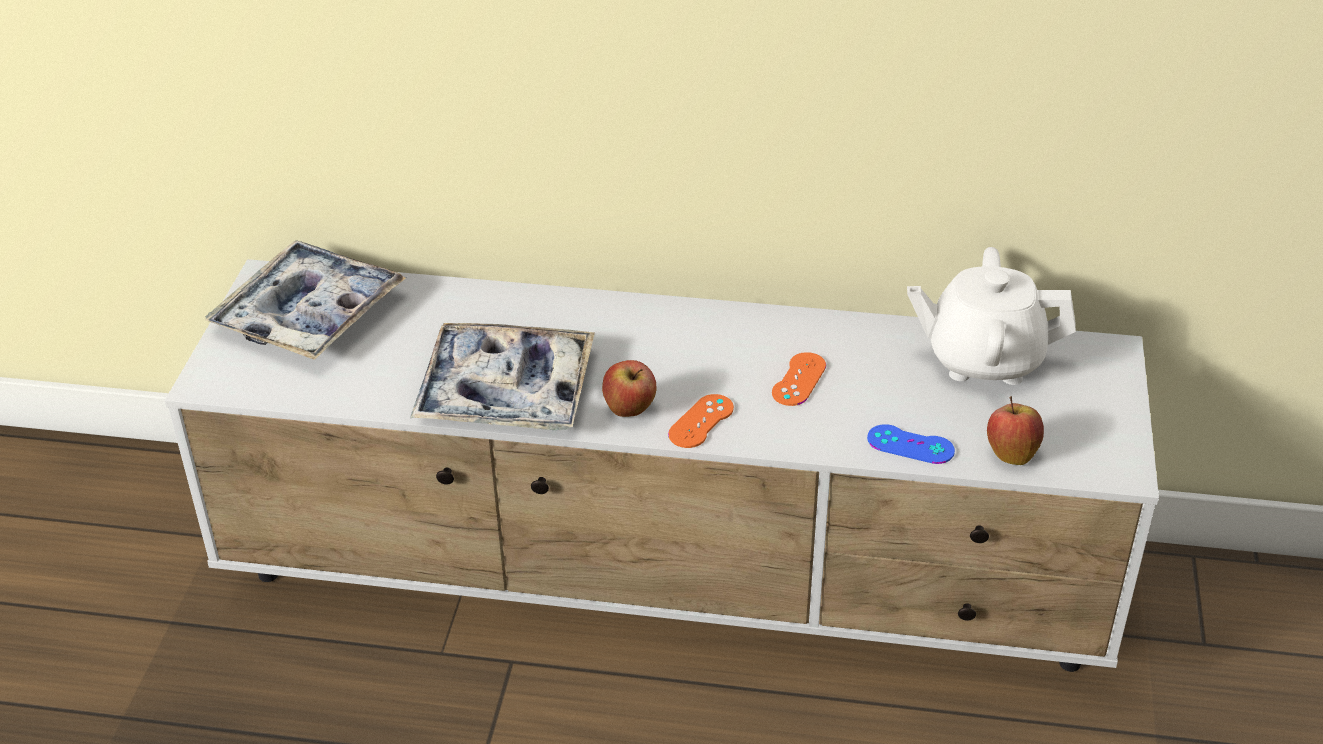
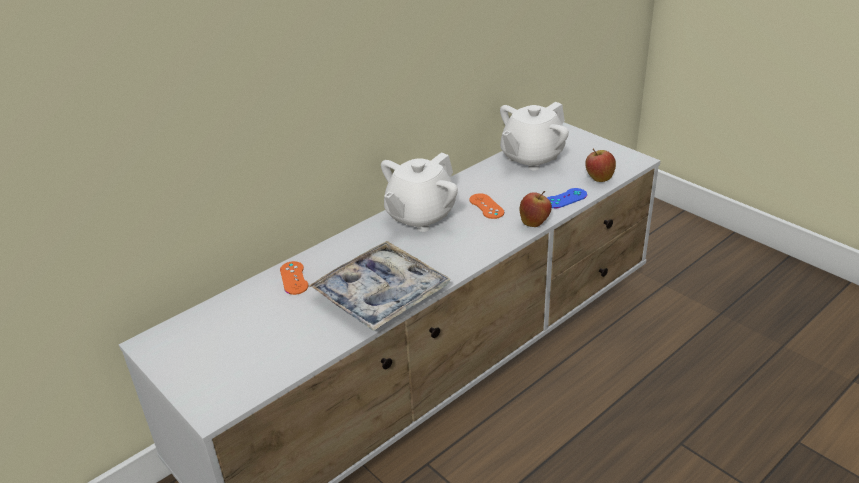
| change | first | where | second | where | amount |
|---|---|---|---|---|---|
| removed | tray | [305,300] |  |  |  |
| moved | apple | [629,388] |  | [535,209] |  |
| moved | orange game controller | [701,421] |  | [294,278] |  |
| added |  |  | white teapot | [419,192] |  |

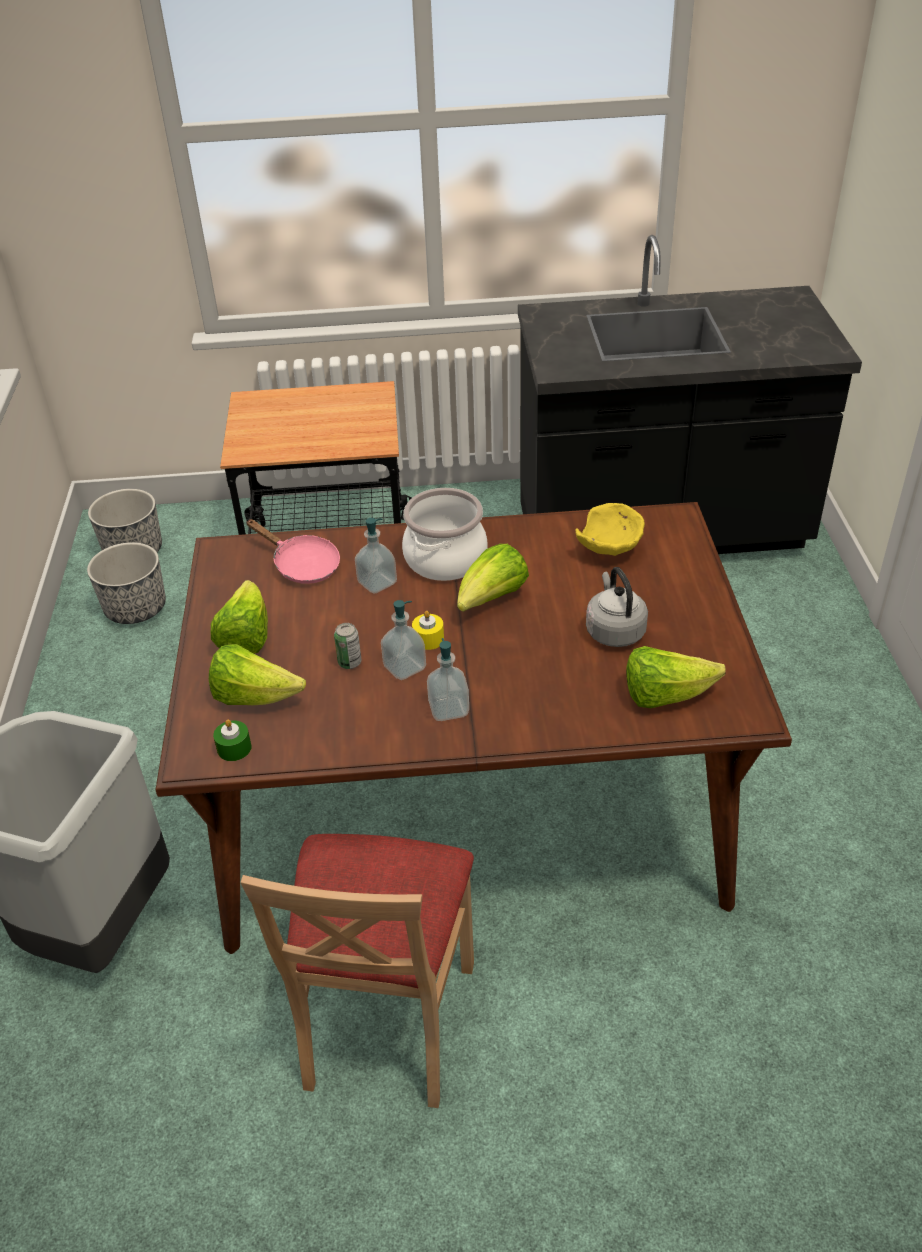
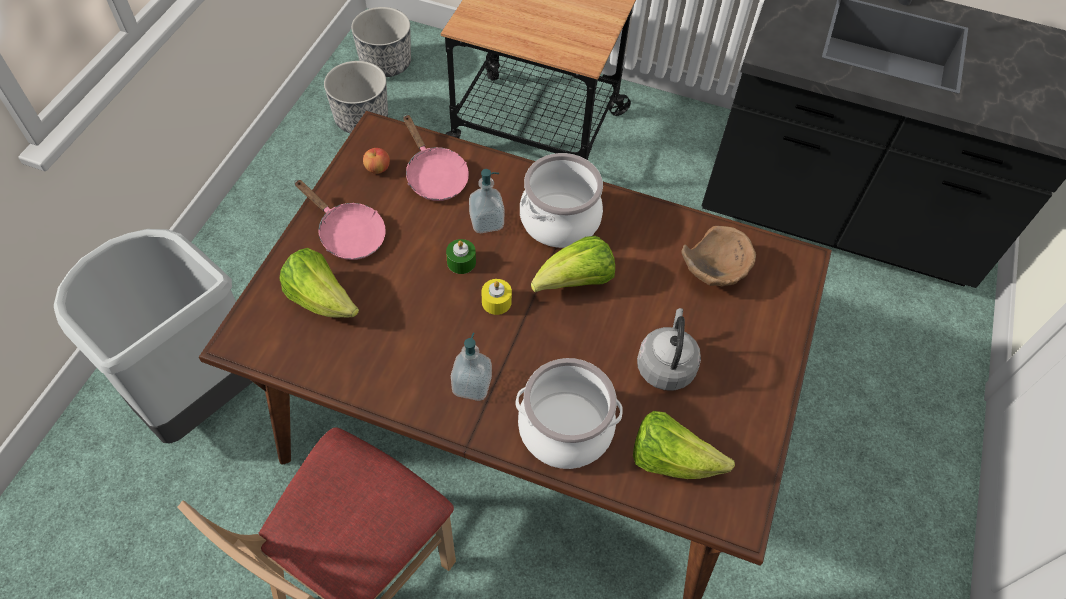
| change | first | where | second | where | amount |
|---|---|---|---|---|---|
| recoloured | yellow bowl | [610,529] | brown bowl | [718,256] |  |
| replaced | lettuce | [239,617] | pink frying pan | [340,220] |  |
| removed | soap dispenser | [403,640] |  |  |  |
| removed | can | [347,646] |  |  |  |
| moved | green candle | [232,740] |  | [461,256] |  |
| added |  |  | apple | [376,161] |  |
| added |  |  | cooking pot | [569,413] |  |

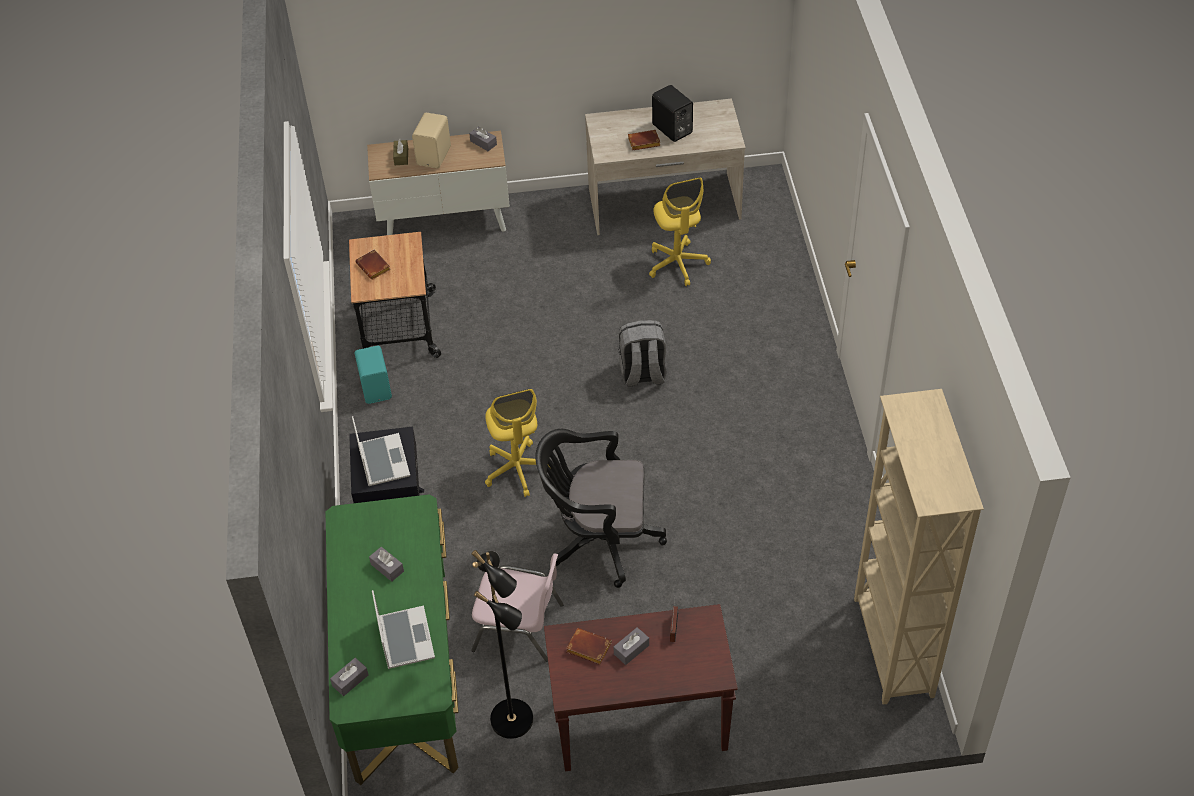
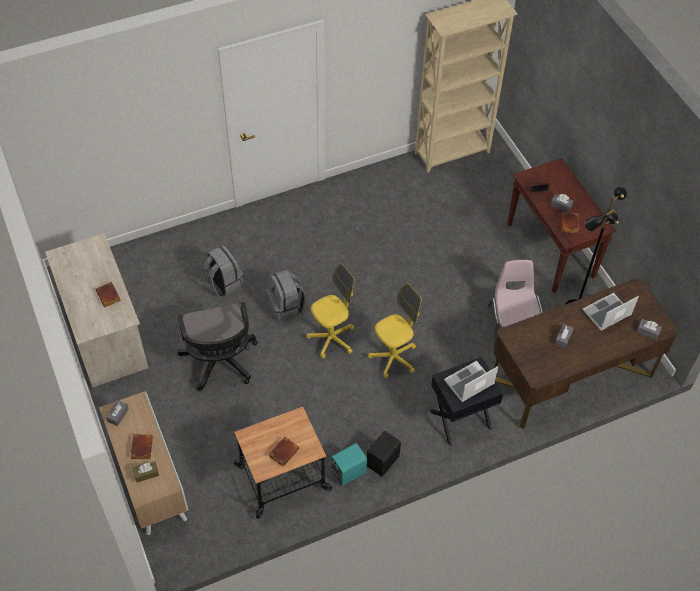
| change | first | where | second | where | amount |
|---|---|---|---|---|---|
| moved | black speaker | [672,113] |  | [384,453] |  |
| replaced | beige speaker | [431,140] | brown book | [141,446] |  |
| moved | yellow office chair | [680,231] |  | [330,311] |  |
| moved | black office chair | [601,508] |  | [218,346] |  |
| recoloured | green desk | [392,639] | brown desk | [586,353] |  |
| added |  |  | grey backpack | [223,270] |  |

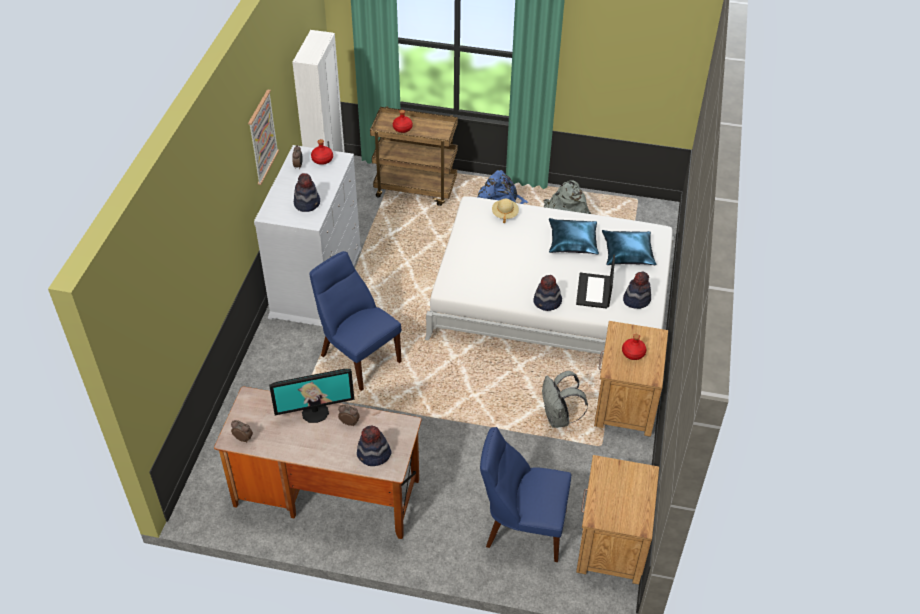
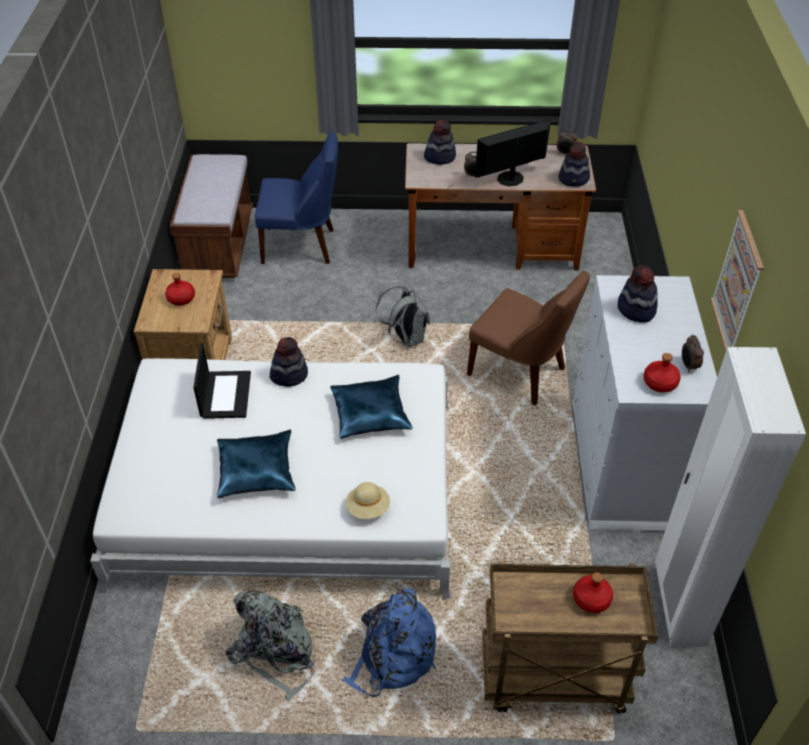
| change | first | where | second | where | amount |
|---|---|---|---|---|---|
| moved | blue pillow | [629,247] |  | [371,407] |  |
| recoloured | blue chair | [356,321] | brown chair | [528,338] |  |
| moved | hat | [637,290] |  | [574,164] |  |
| moved | grey backpack | [565,399] |  | [403,314] |  |
| replaced | brown nightstand | [617,519] | brown bench | [211,216] |  |

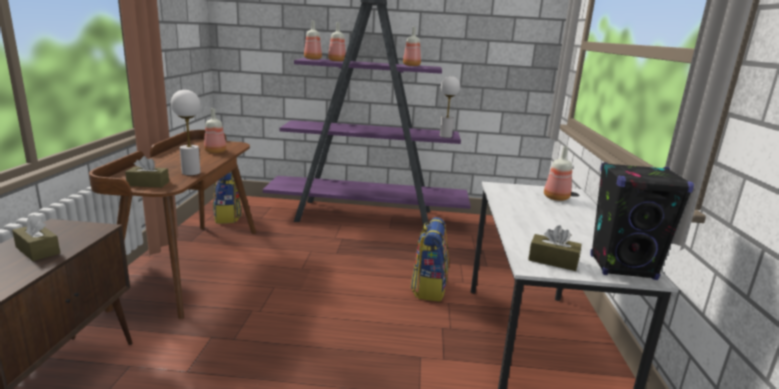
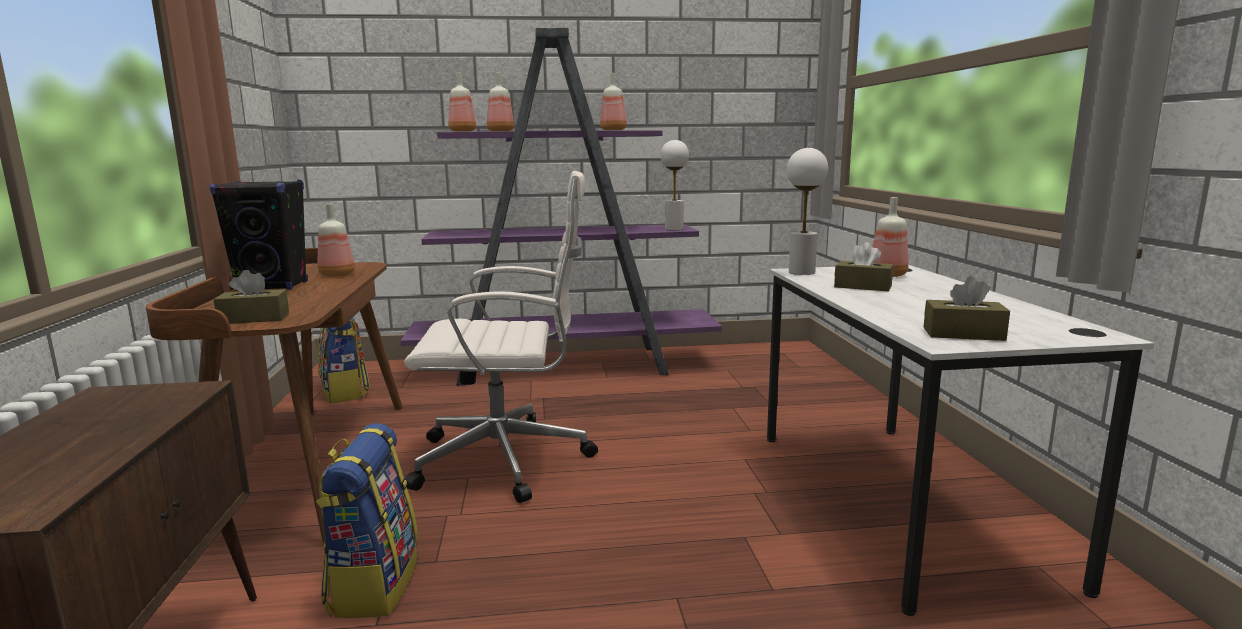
| change | first | where | second | where | amount |
|---|---|---|---|---|---|
| moved | white table lamp | [186,132] |  | [807,211] |  |
| moved | black speaker | [642,221] |  | [259,235] |  |
| moved | brown tissue box | [36,237] |  | [863,266] |  |
| moved | backpack | [429,259] |  | [367,520] |  |
| added |  |  | white office chair | [501,337] |  |

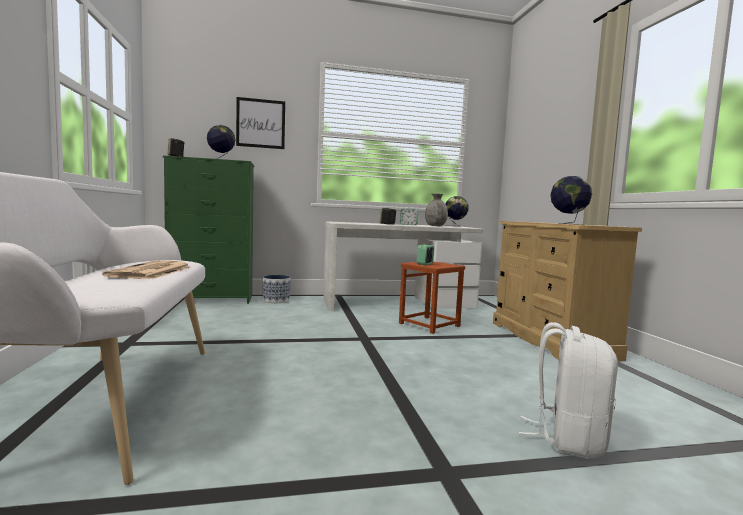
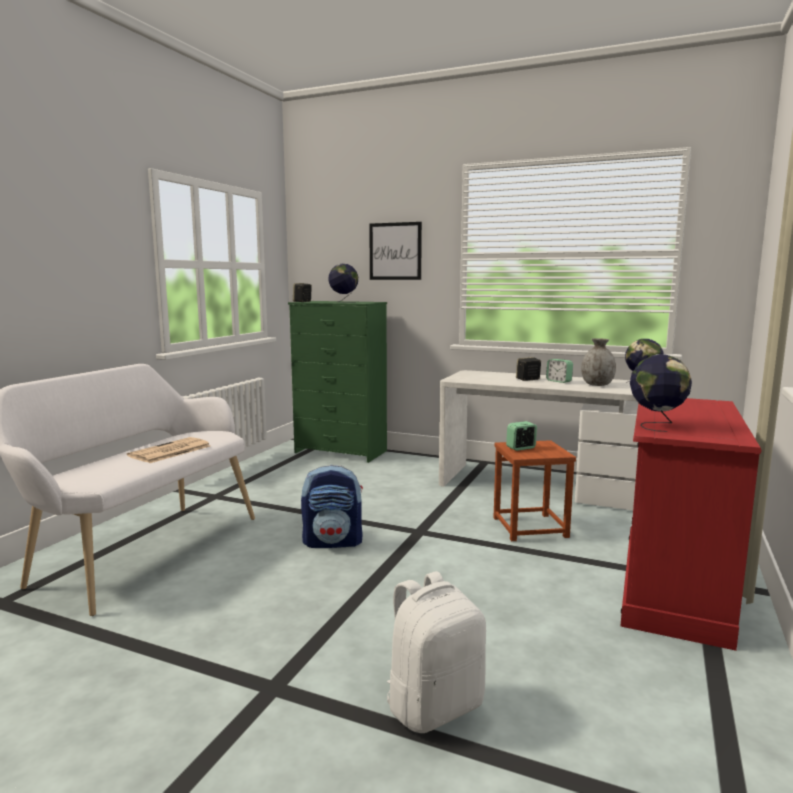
| change | first | where | second | where | amount |
|---|---|---|---|---|---|
| recoloured | beige dresser | [567,291] | red dresser | [691,524] |  |
| removed | planter | [276,289] |  |  |  |
| added |  |  | backpack | [332,506] |  |

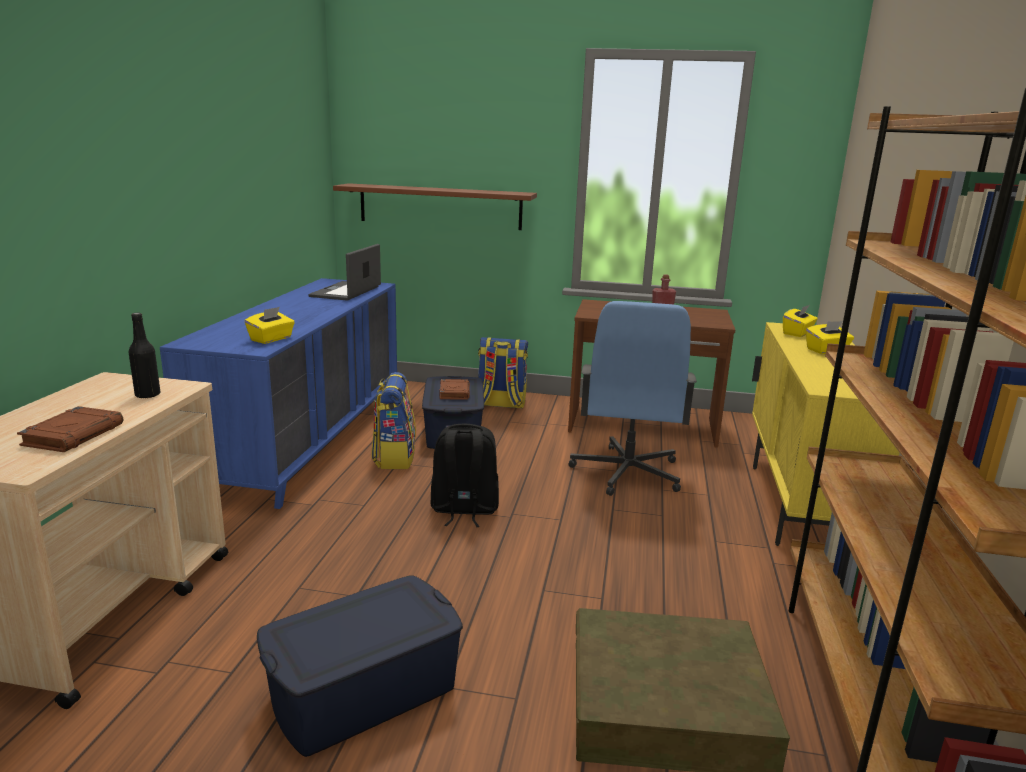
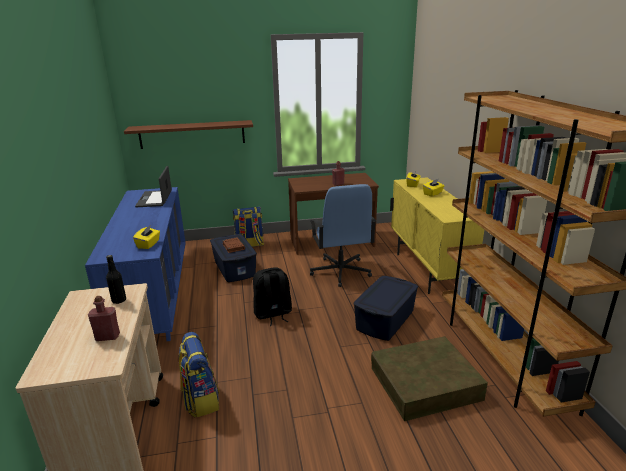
| change | first | where | second | where | amount |
|---|---|---|---|---|---|
| moved | backpack | [393,420] |  | [199,375] |  |
| replaced | brown book | [70,429] | red bottle | [104,318] |  |
| moved | blue storage box | [360,666] |  | [385,308] |  |

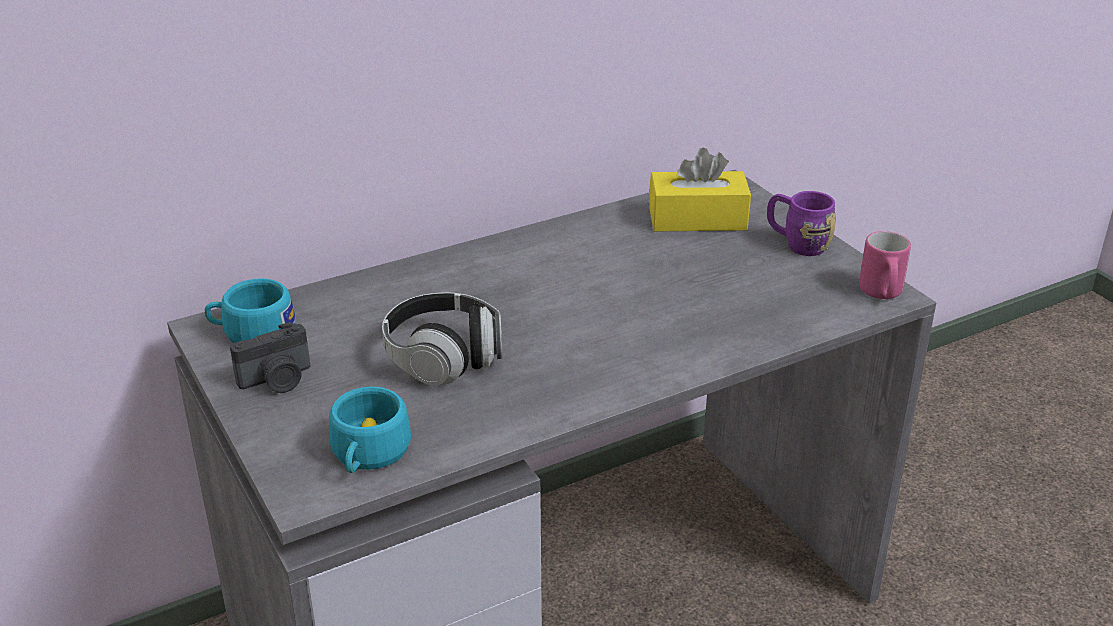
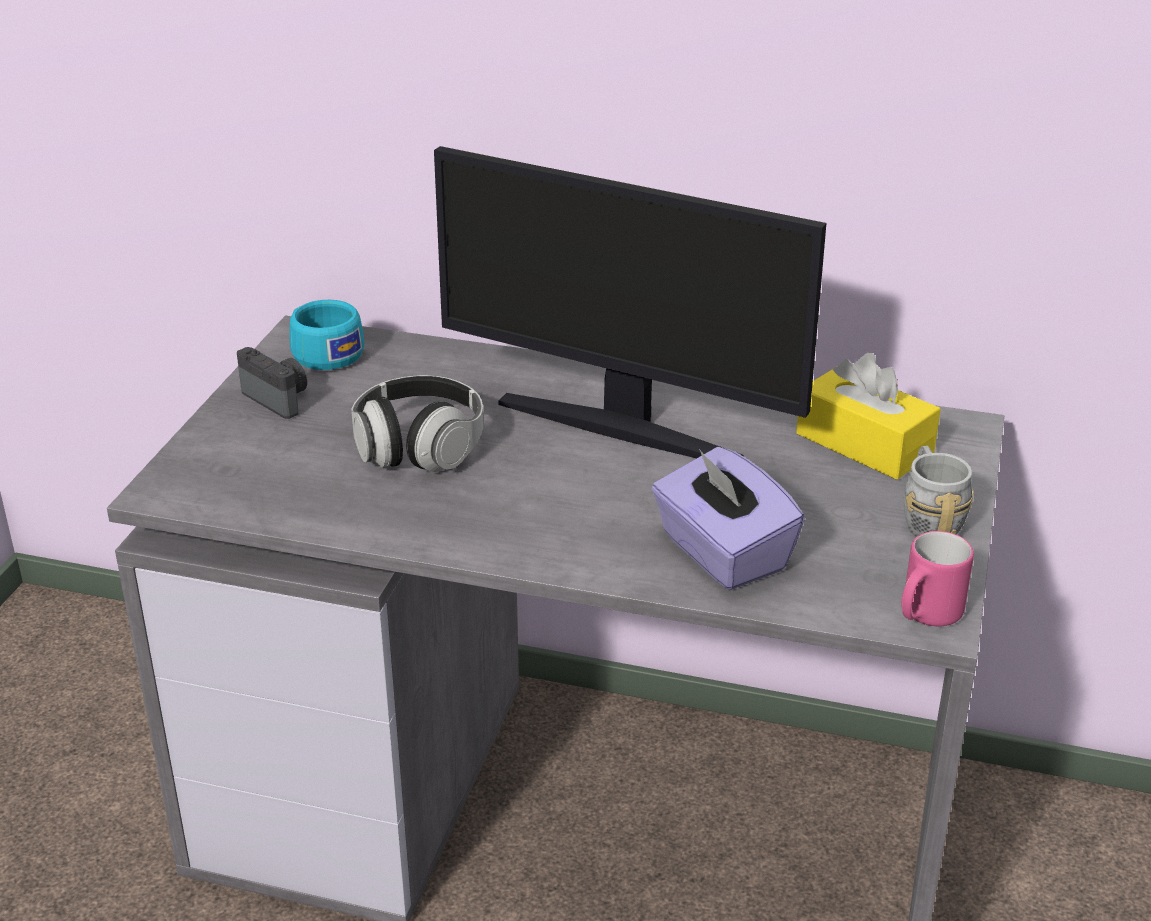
| change | first | where | second | where | amount |
|---|---|---|---|---|---|
| recoloured | purple mug | [801,223] | grey mug | [938,491] |  |
| turned | photo camera | [270,357] |  | [272,383] | 150 degrees counterclockwise |
| removed | turquoise cup | [370,430] |  |  |  |
| added |  |  | monitor | [630,302] |  |
| added |  |  | purple tissue box | [728,518] |  |

